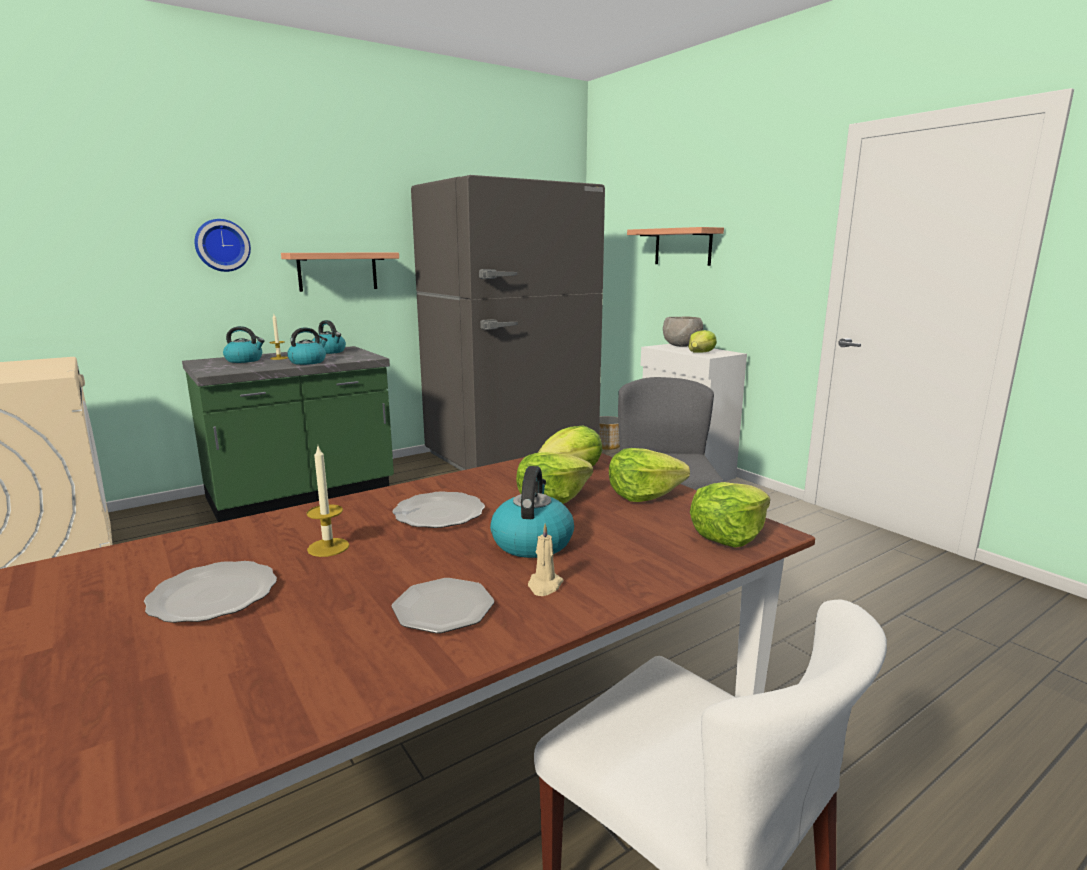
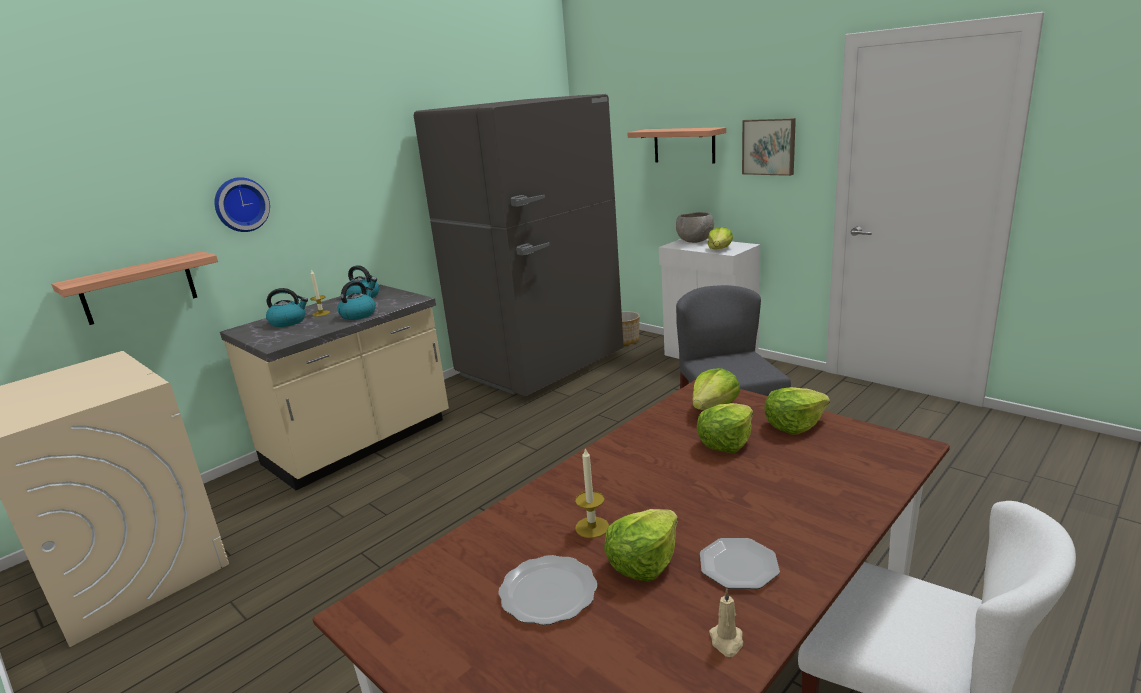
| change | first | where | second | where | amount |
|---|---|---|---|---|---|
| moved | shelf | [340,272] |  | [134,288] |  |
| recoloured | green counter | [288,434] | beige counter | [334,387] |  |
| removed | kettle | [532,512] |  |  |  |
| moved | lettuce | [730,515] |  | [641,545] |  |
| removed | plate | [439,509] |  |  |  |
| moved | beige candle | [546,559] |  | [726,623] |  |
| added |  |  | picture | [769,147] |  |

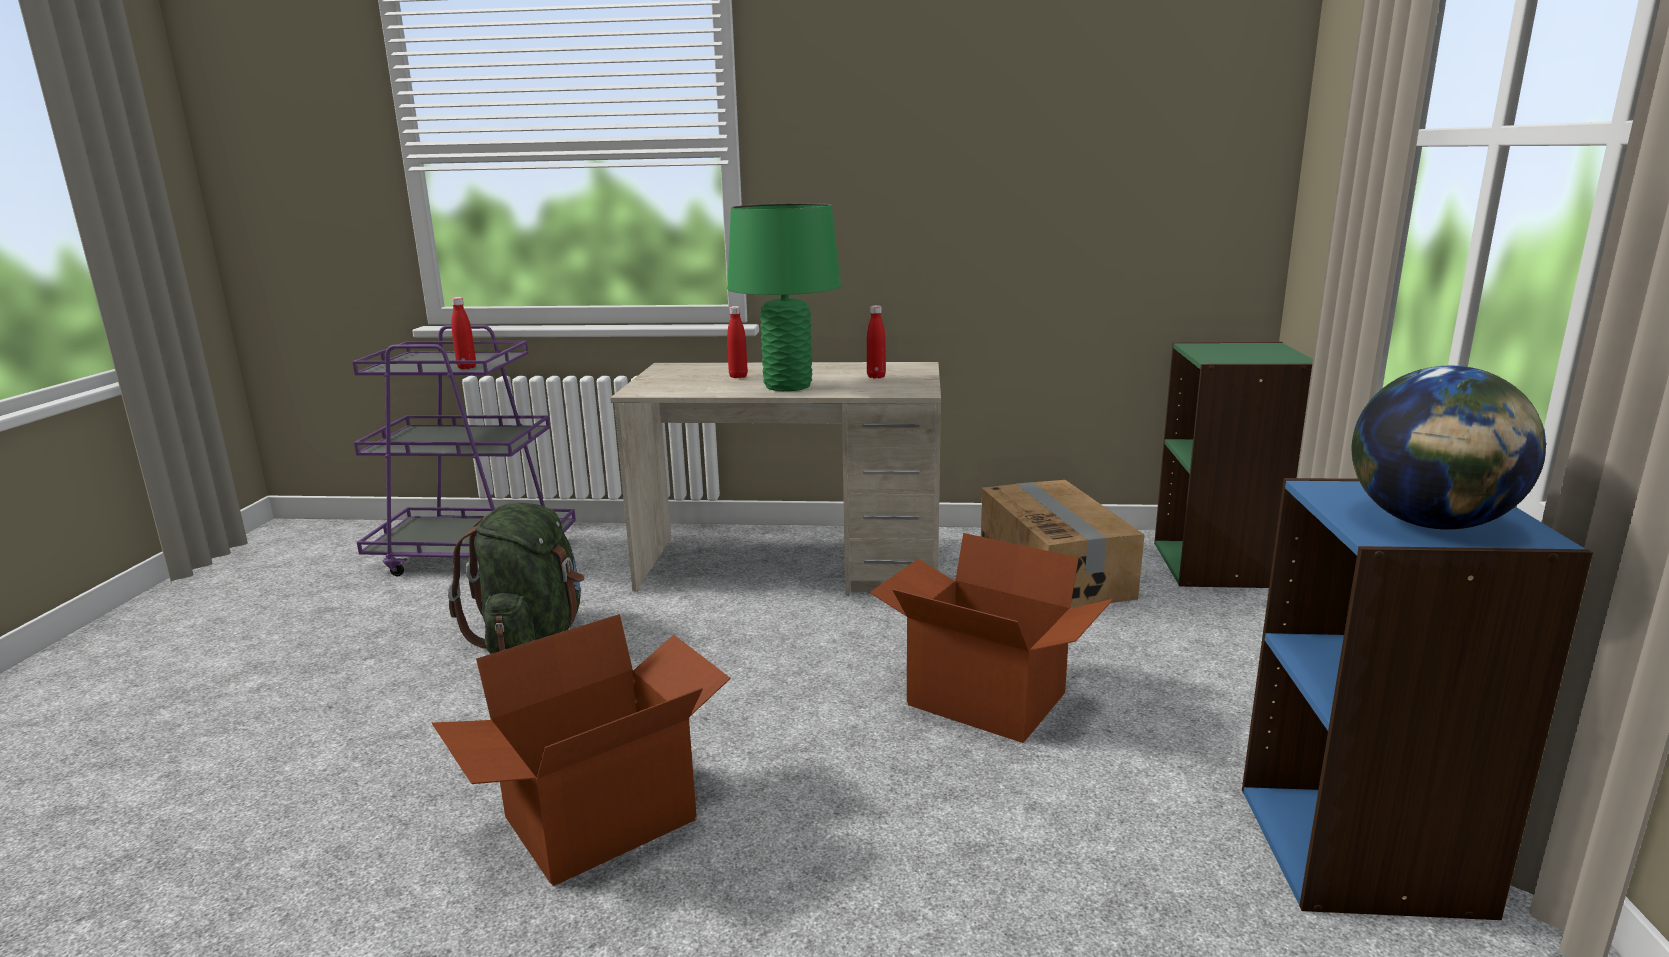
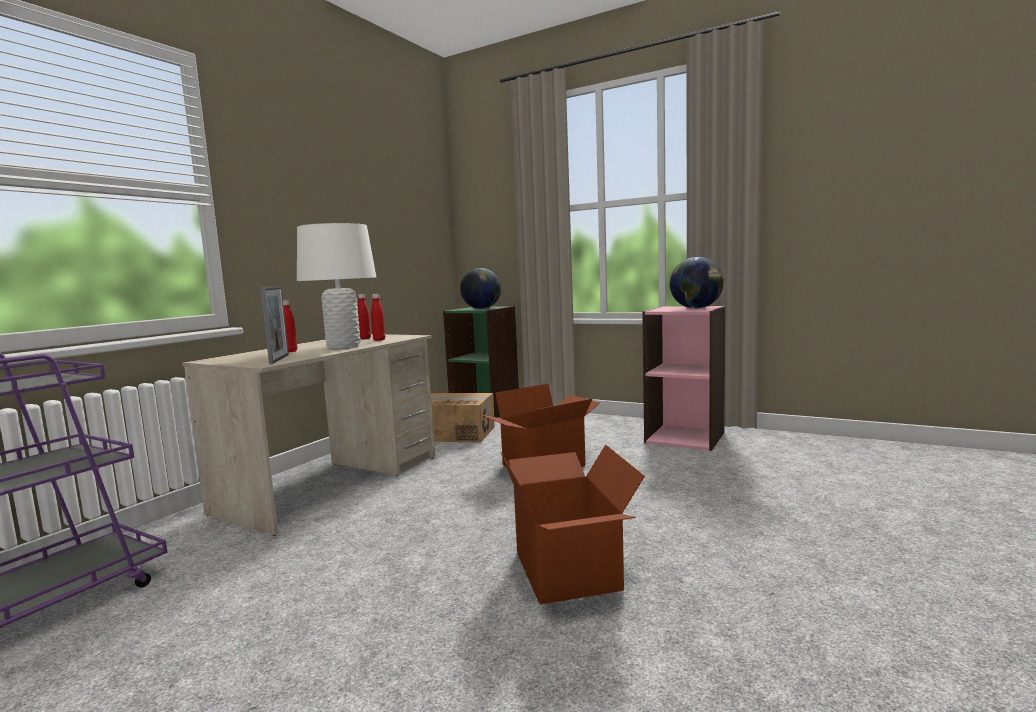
| change | first | where | second | where | amount |
|---|---|---|---|---|---|
| recoloured | green table lamp | [784,297] | white table lamp | [337,286] |  |
| moved | red bottle | [463,333] |  | [378,317] |  |
| recoloured | blue bookcase | [1417,699] | pink bookcase | [684,378] |  |
| removed | green backpack | [516,578] |  |  |  |
| added |  |  | globe | [480,288] |  |
| added |  |  | picture frame | [274,325] |  |

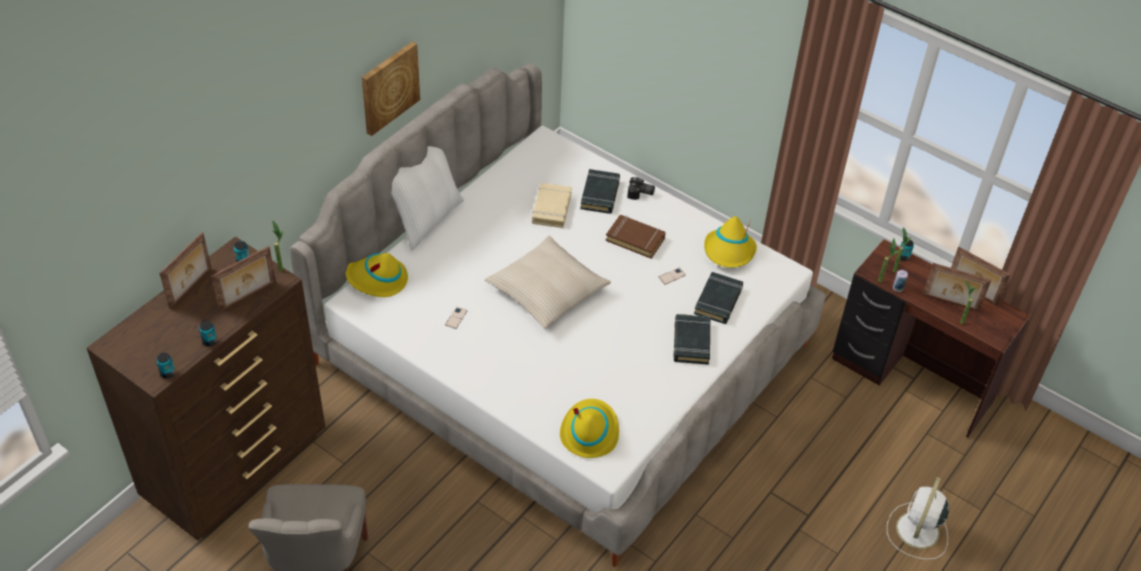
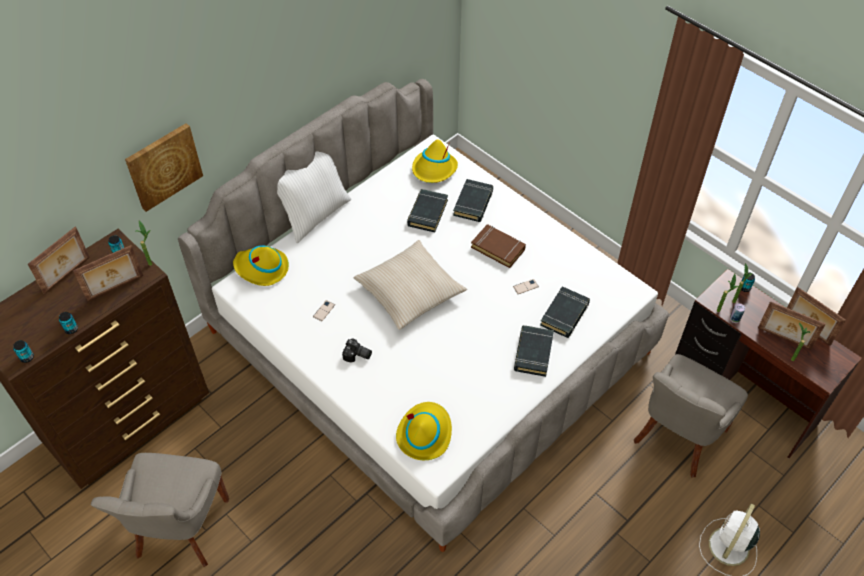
| change | first | where | second | where | amount |
|---|---|---|---|---|---|
| moved | picture | [391,88] |  | [164,167] |  |
| moved | photo camera | [641,188] |  | [357,350] |  |
| recoloured | beige book | [552,205] | black book | [427,211] |  |
| moved | yellow hat | [730,242] |  | [435,161] |  |
| added |  |  | grey chair | [691,416] |  |

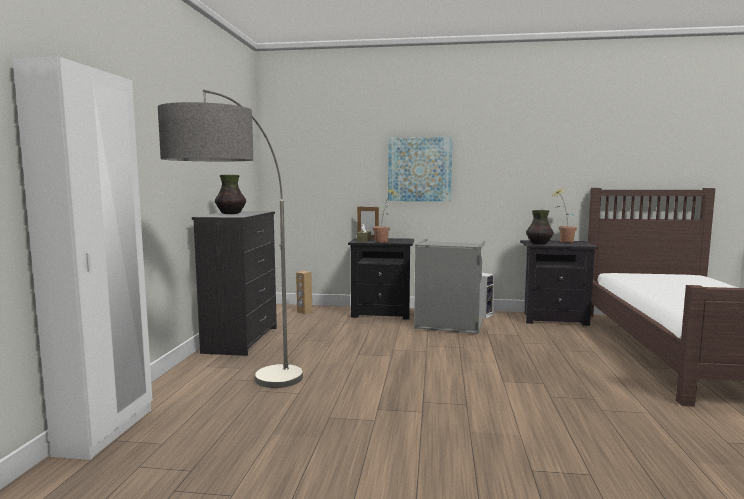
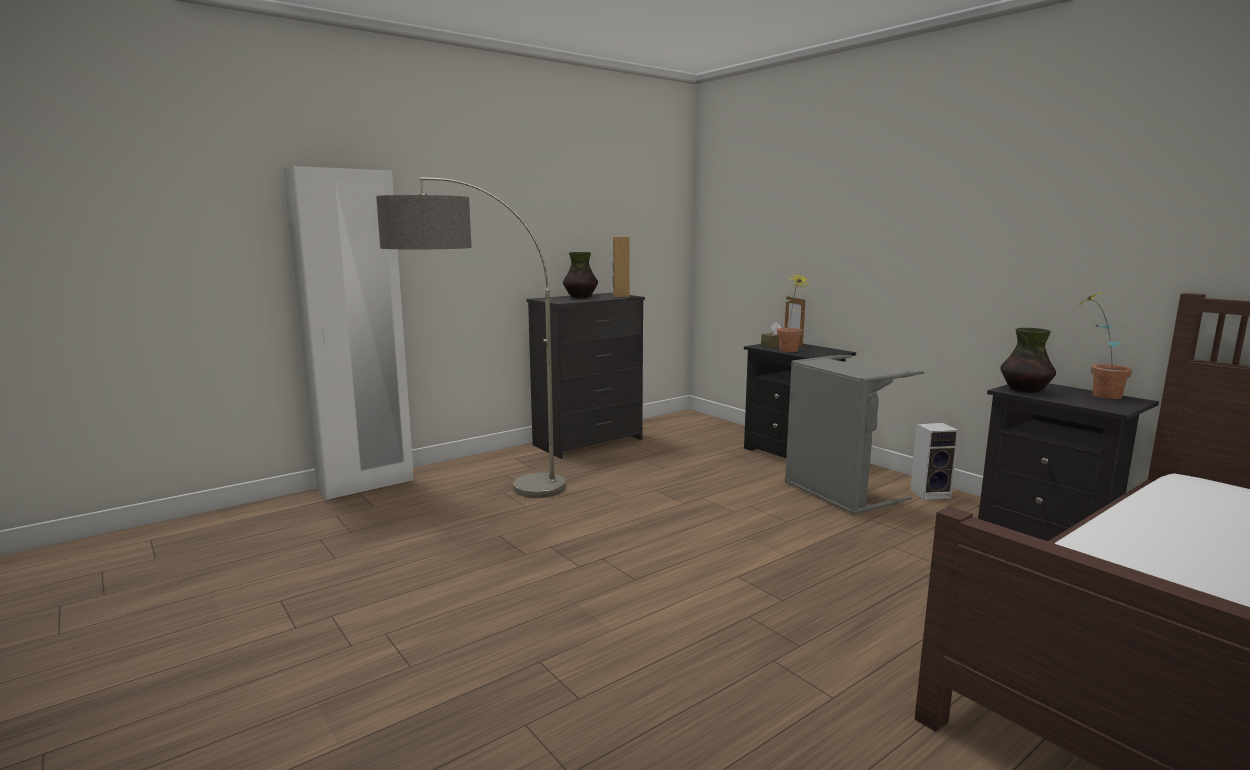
| change | first | where | second | where | amount |
|---|---|---|---|---|---|
| removed | picture | [420,169] |  |  |  |
| moved | brown speaker | [304,292] |  | [621,267] |  |

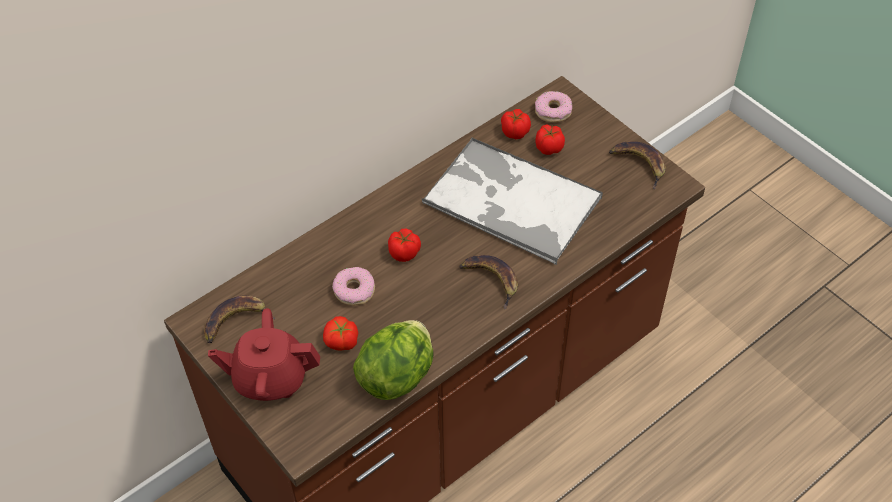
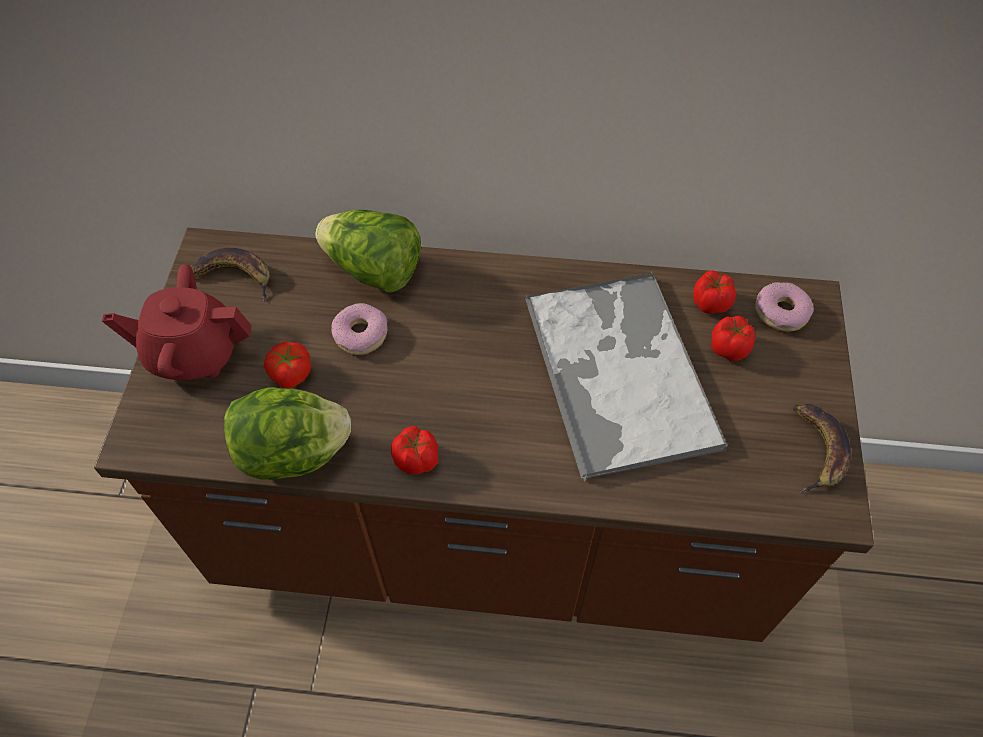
| change | first | where | second | where | amount |
|---|---|---|---|---|---|
| moved | tomato | [404,245] |  | [414,450] |  |
| removed | banana | [488,282] |  |  |  |
| turned | red teapot | [264,354] |  | [177,322] | 45 degrees counterclockwise |
| added |  |  | lettuce | [368,251] |  |

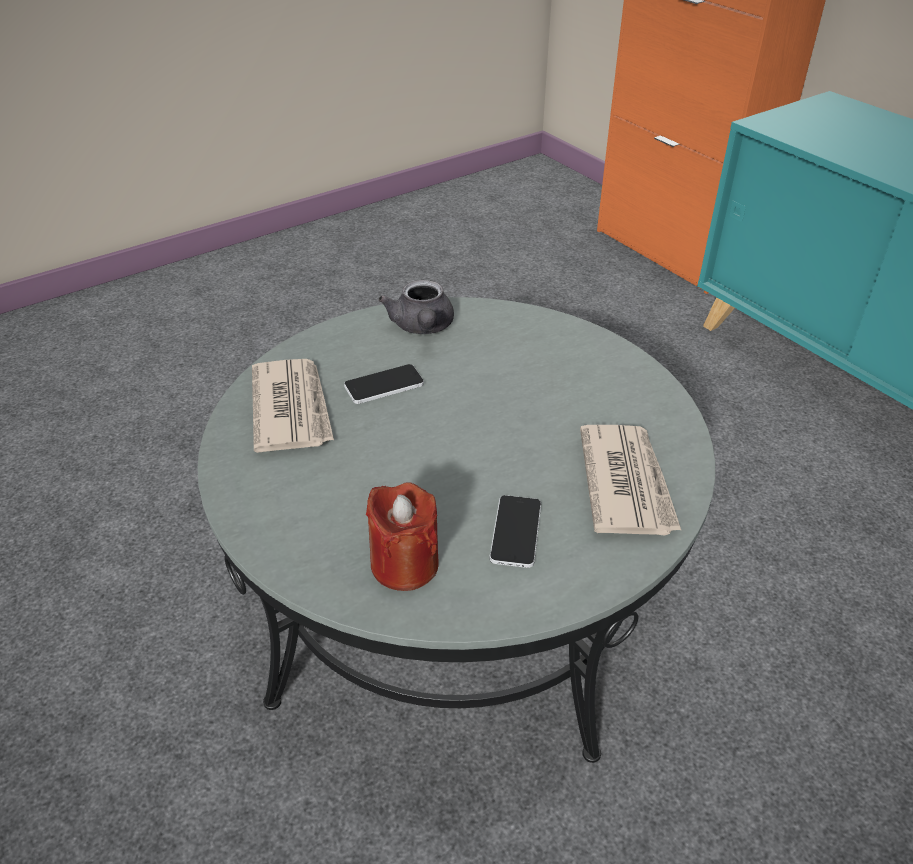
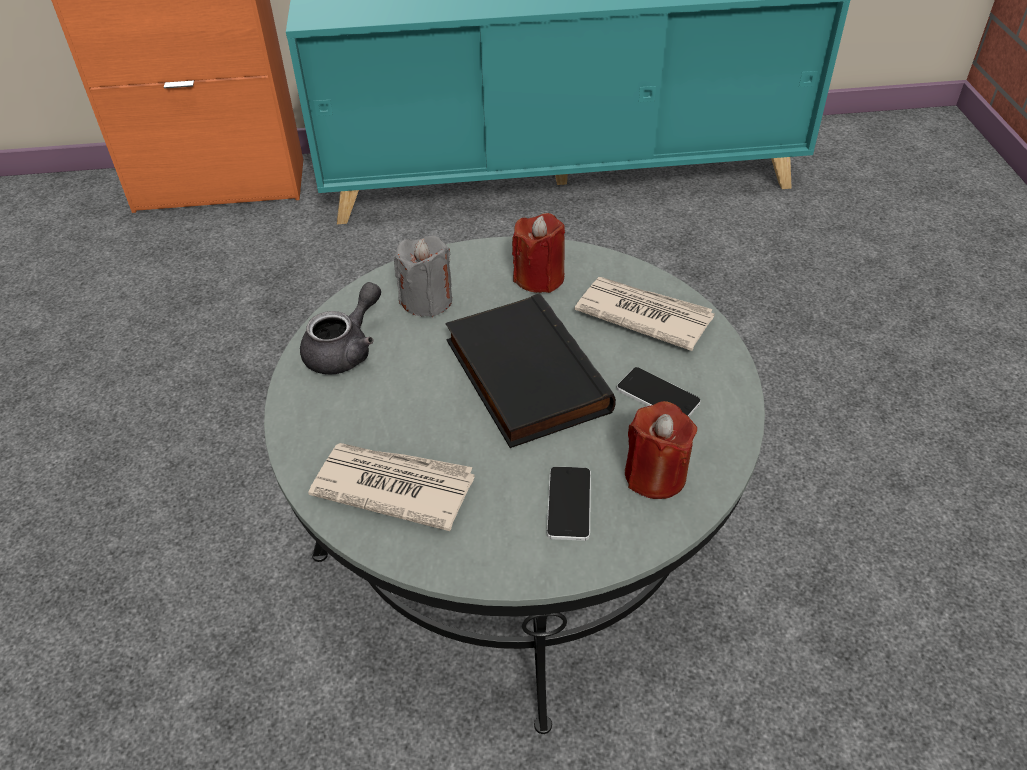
| change | first | where | second | where | amount |
|---|---|---|---|---|---|
| turned | grey teapot | [416,307] |  | [340,328] | 75 degrees counterclockwise |
| moved | phone | [384,384] |  | [569,503] |  |
| added |  |  | red candle | [538,253] |  |
| added |  |  | grey candle | [423,276] |  |
| added |  |  | black book | [530,370] |  |

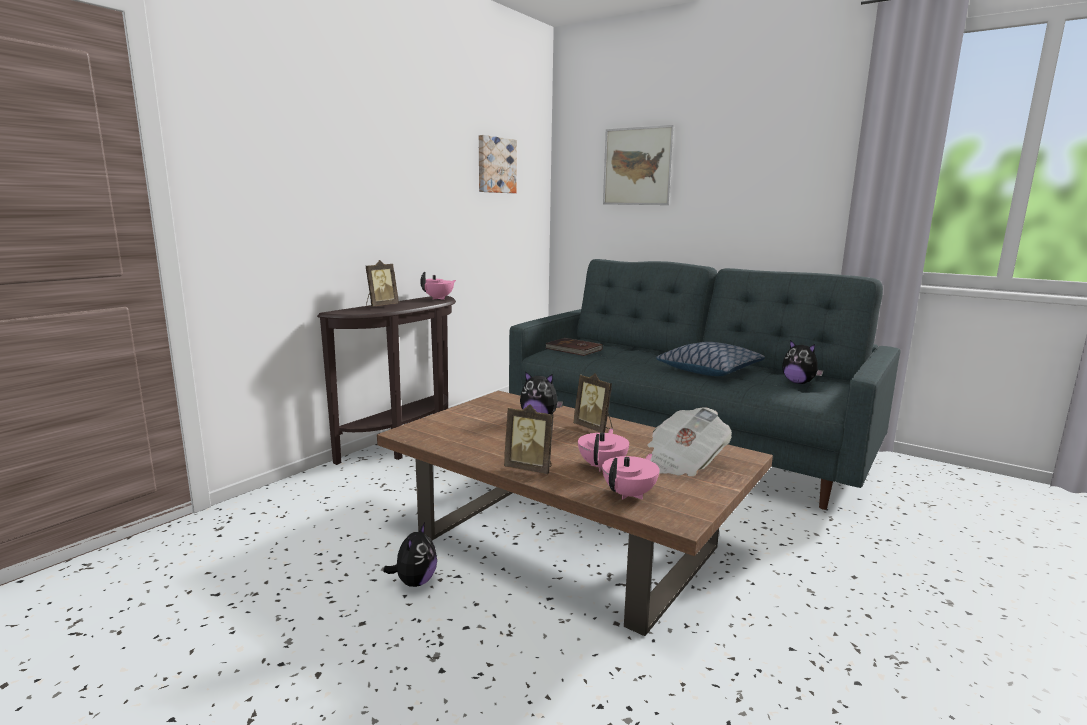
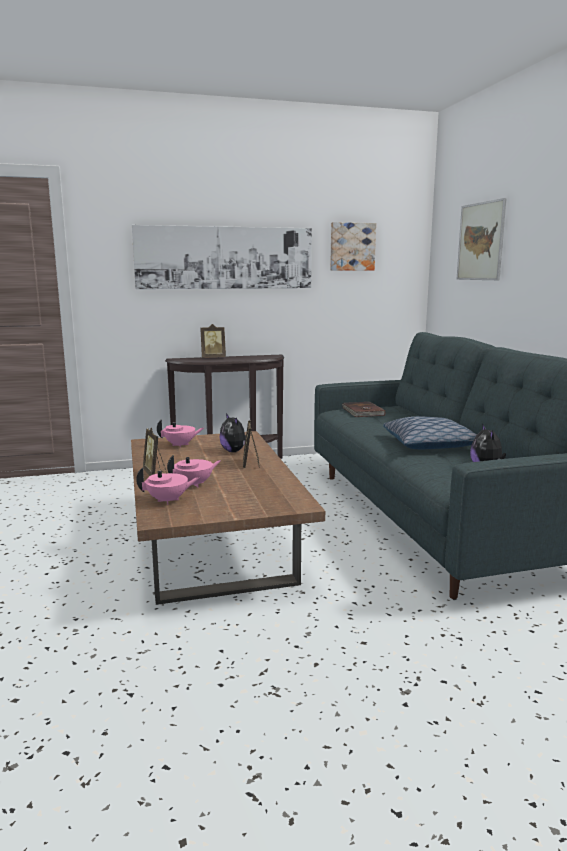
| change | first | where | second | where | amount |
|---|---|---|---|---|---|
| moved | pink teapot | [438,286] |  | [180,433] |  |
| removed | newspaper | [689,442] |  |  |  |
| removed | plush toy | [410,555] |  |  |  |
| added |  |  | picture | [222,257] |  |

